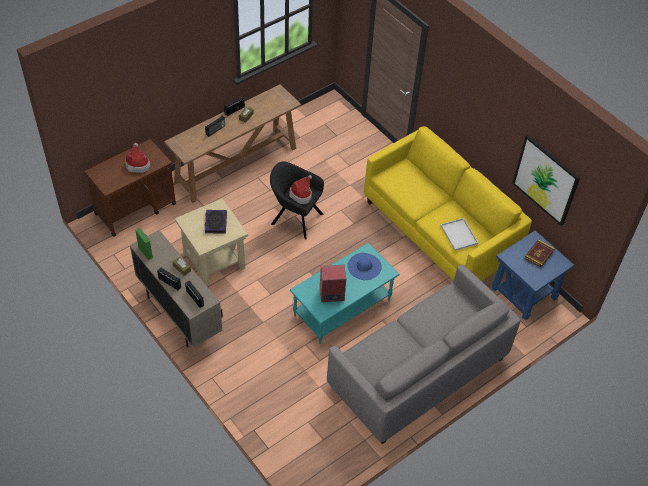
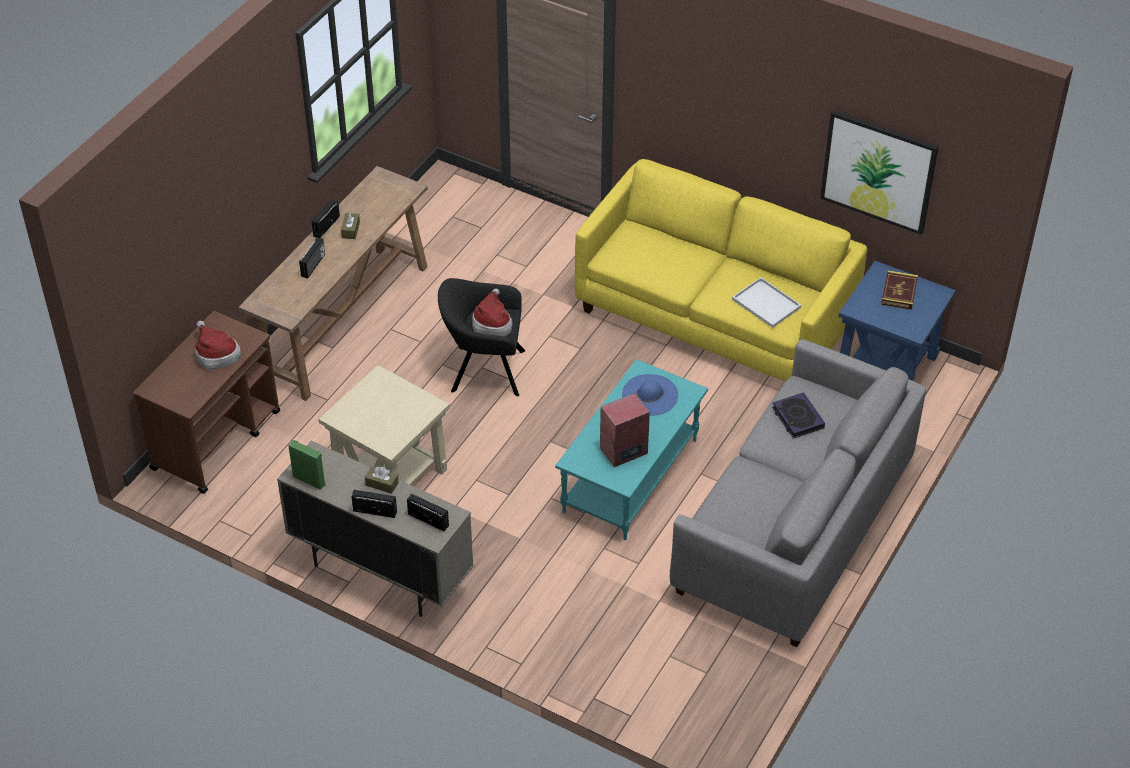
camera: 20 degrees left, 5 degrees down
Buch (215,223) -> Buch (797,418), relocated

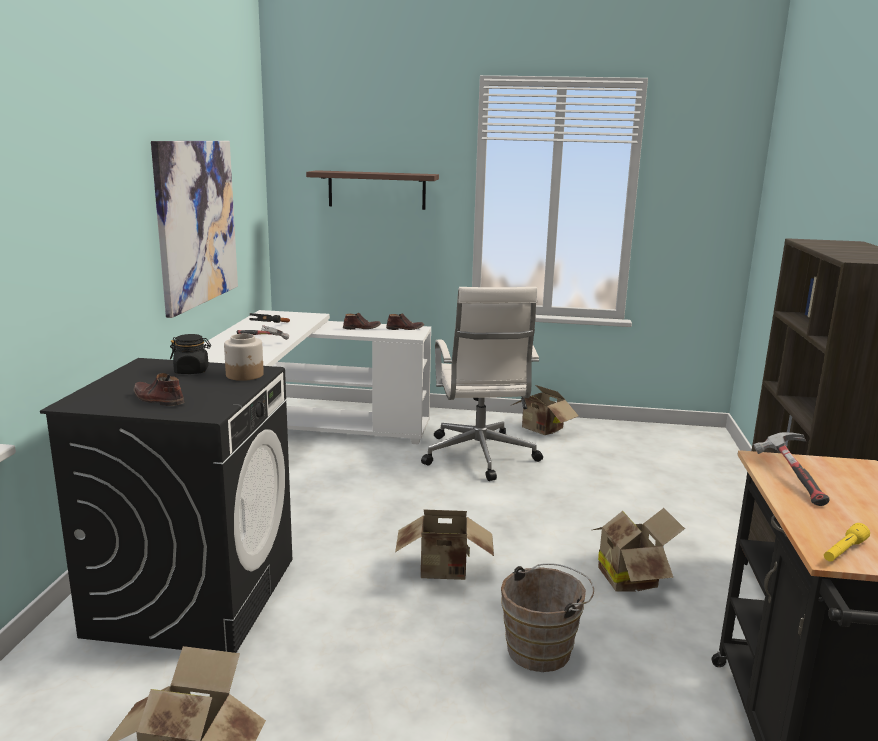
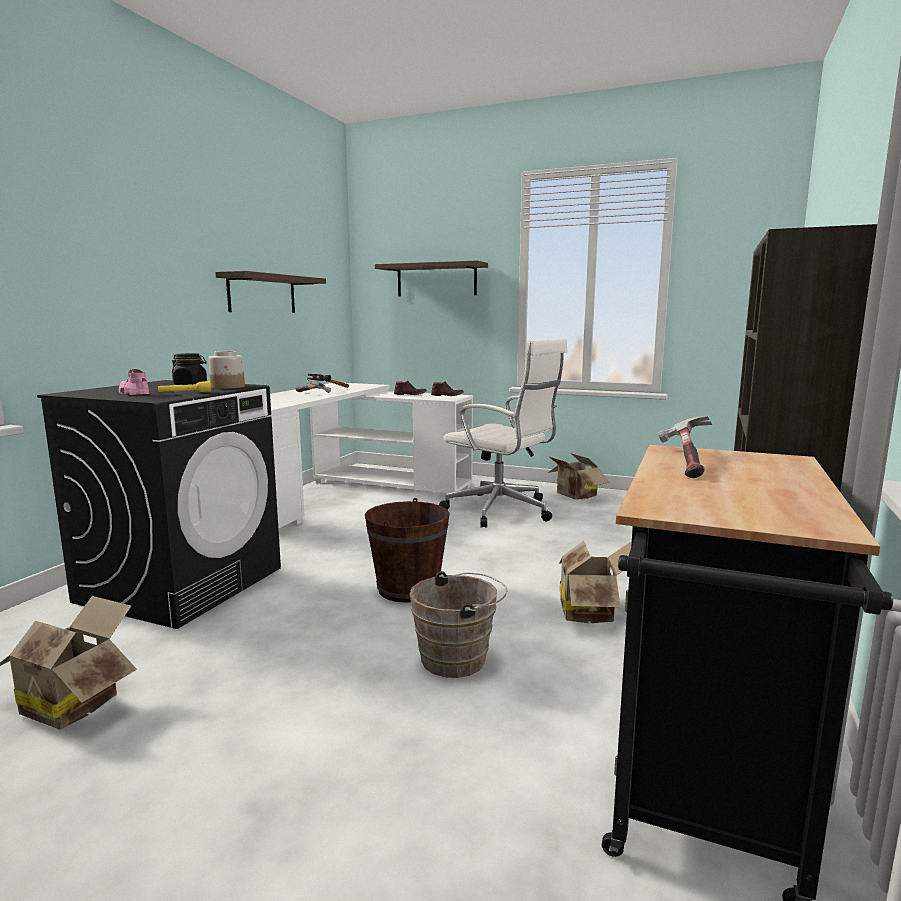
camera: 15 degrees right, 5 degrees down
Schuh [braun] (157,400) -> Schuh [rosa] (133,393)
Taschenlampe [gelb] (843,551) -> Taschenlampe [gelb] (185,393), relocated
Bild (196,223) -> Wandregal (262,294)
Karton (445,571) -> Eimer [braun] (408,589)
Bürostuhl [weiß] (479,457) -> Bürostuhl [weiß] (502,511), 60 degrees counterclockwise

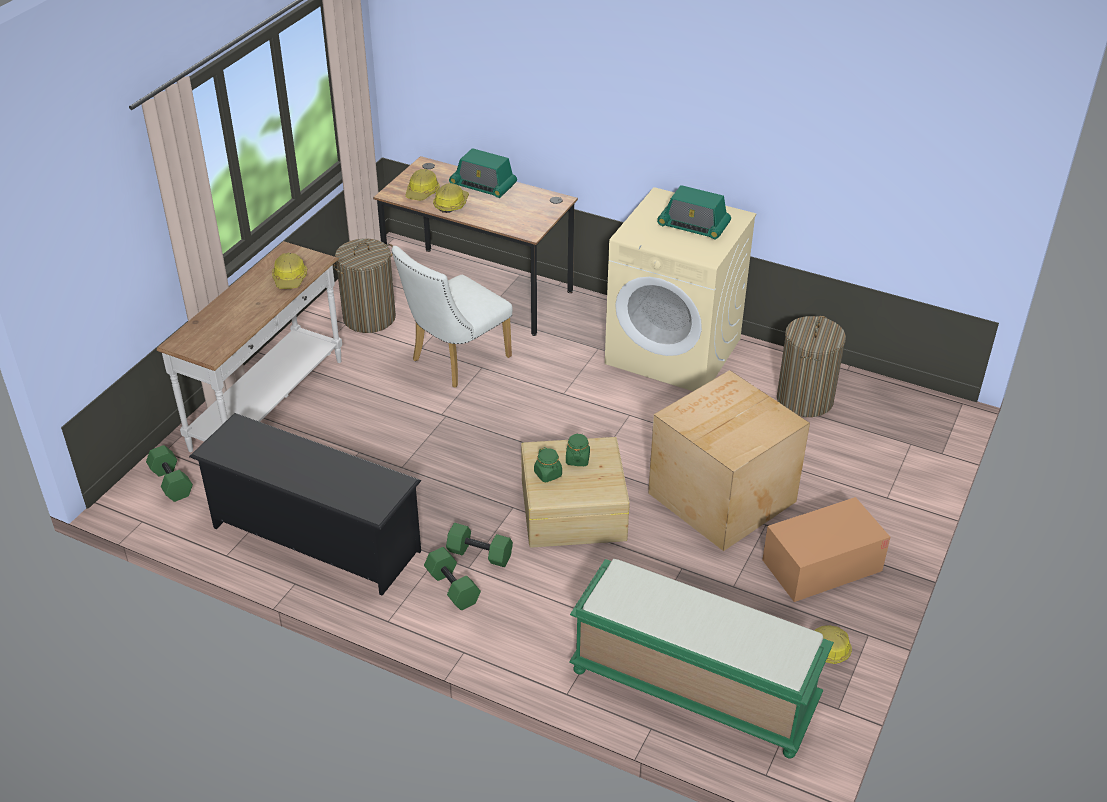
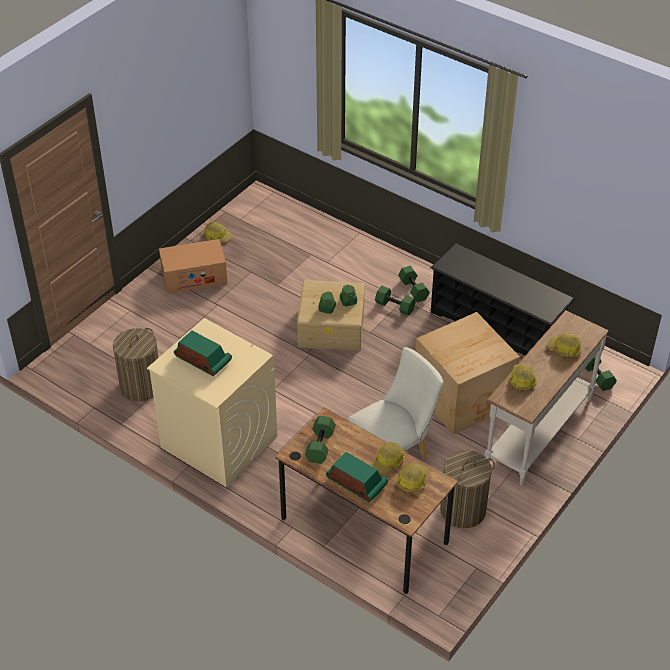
camera: 170 degrees left, 5 degrees up
none -> Hantel [grün] (321,446)
Karton (719,497) -> Karton (464,397), relocated
none -> Schutzhelm (564,349)
Bank [grün] (691,688) -> none

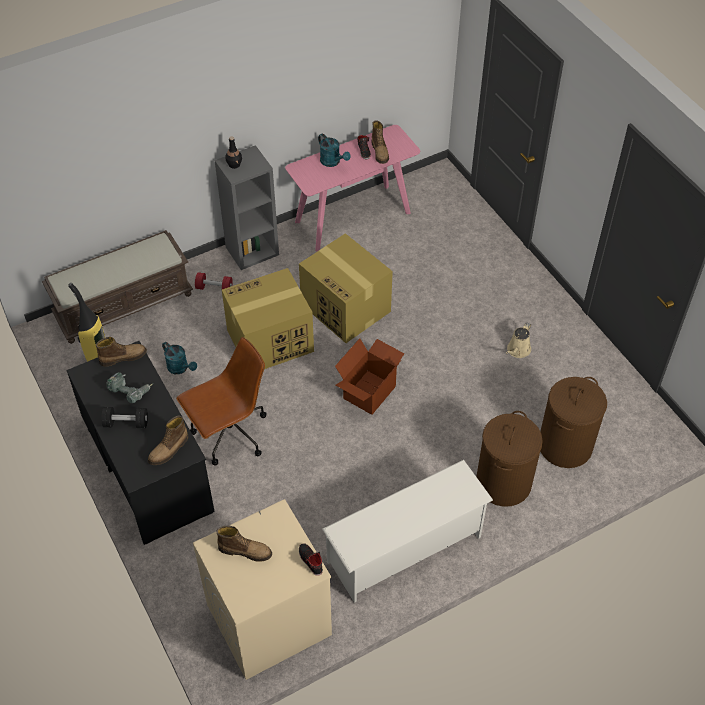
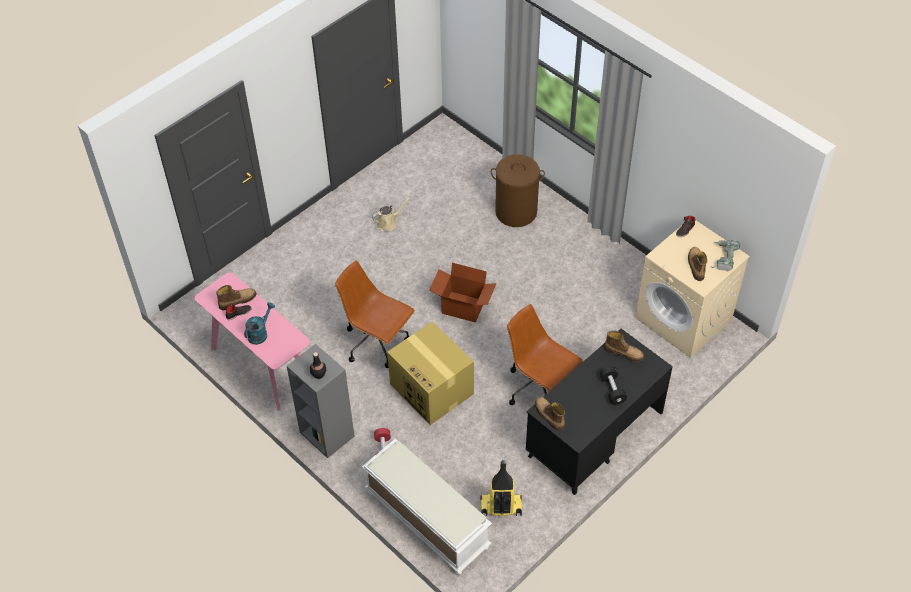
camera: 105 degrees left, 0 degrees up
Karton (346,308) -> Bürostuhl [braun] (377,343)
Bank [braun] (124,304) -> Bank [weiß] (425,519)
Gießkanne [beige] (517,350) -> Gießkanne [beige] (388,223), 45 degrees counterclockwise
Bohrmaschine (130,391) -> Bohrmaschine (723,258), relocated
Gießkanne [türkis] (180,368) -> none
Schuhregal [weiß] (405,549) -> none
Wäschekorb [braun] (565,446) -> none

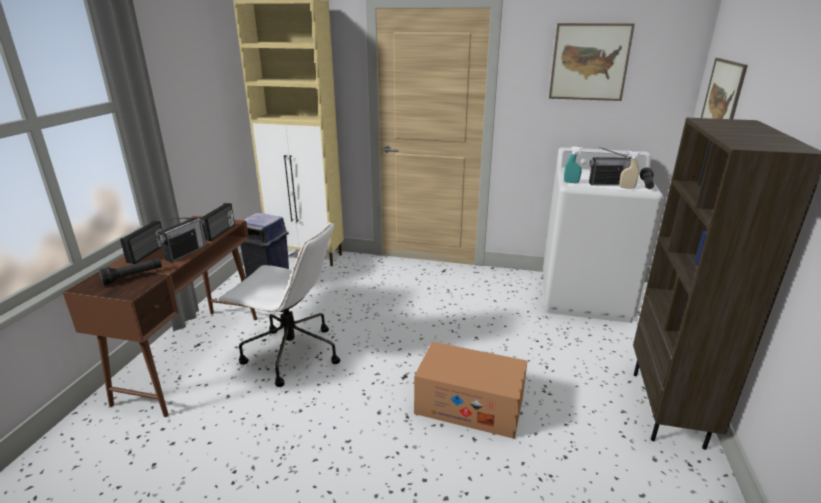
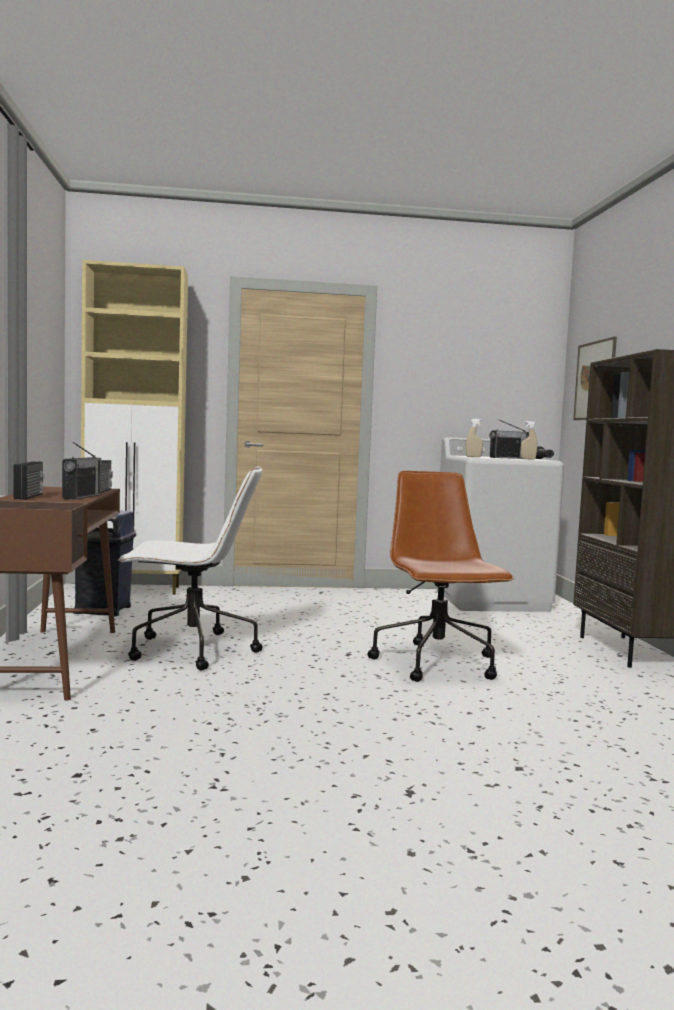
camera: 20 degrees left, 20 degrees down
Karton (469,405) -> Bürostuhl [braun] (438,664)
Sprühflasche [türkis] (571,182) -> Sprühflasche [beige] (473,457)
Taschenlampe [schwarz] (133,276) -> none
Bild (589,62) -> none

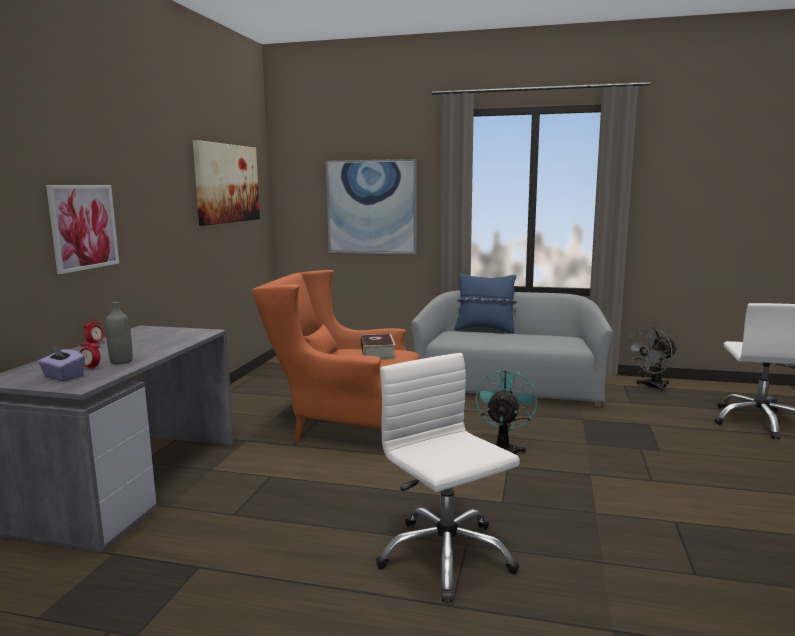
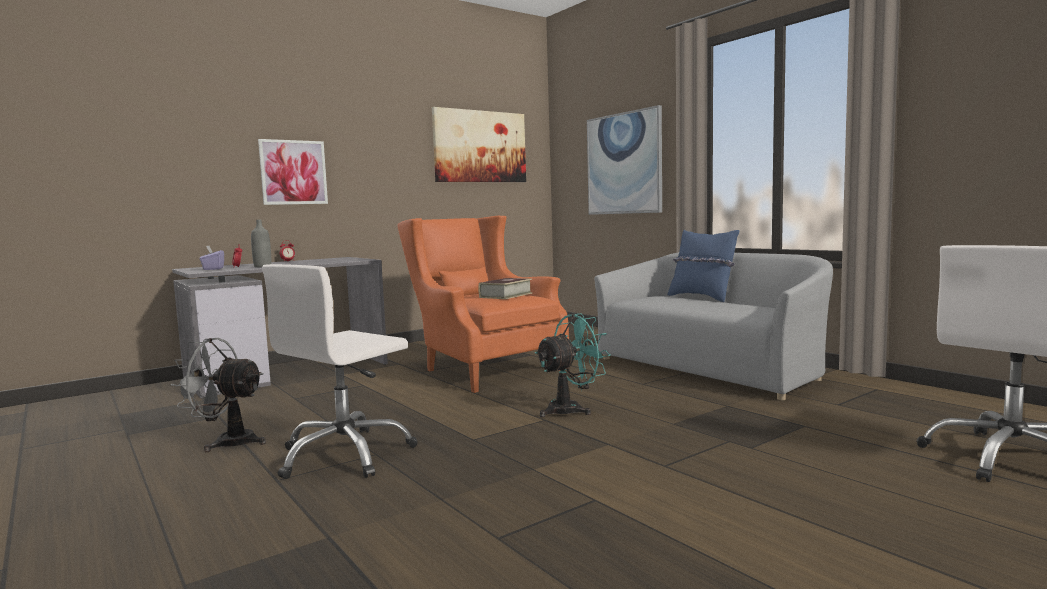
camera: 40 degrees right, 5 degrees down
Ventilator [grau] (651,387) -> Ventilator [grau] (227,442), relocated
Bürostuhl [weiß] (445,556) -> Bürostuhl [weiß] (345,455), 150 degrees counterclockwise

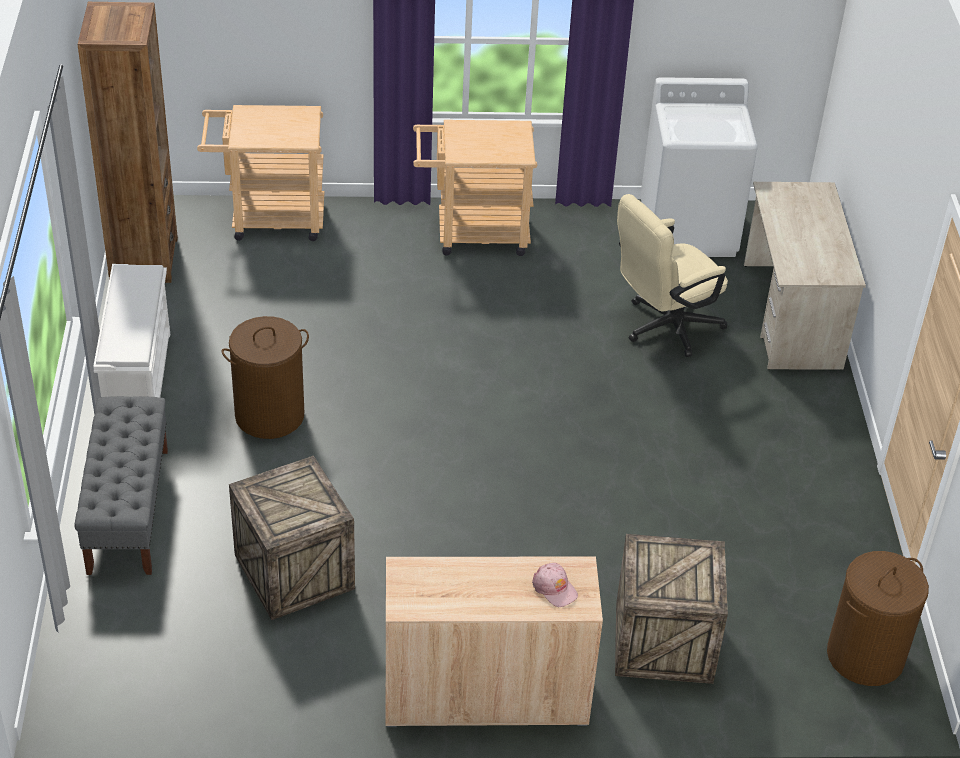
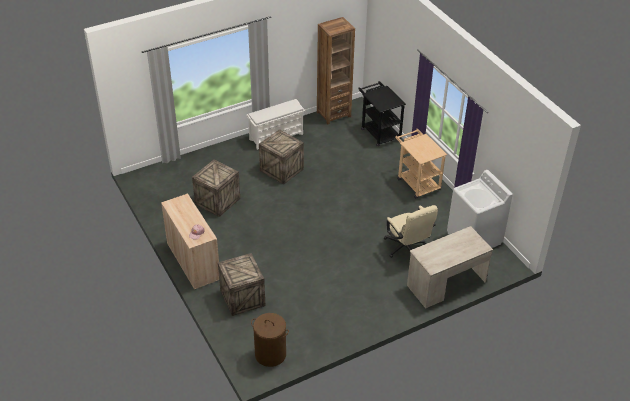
camera: 65 degrees right, 0 degrees up
Wäschekorb [braun] (269,415) -> Kiste (282,170)
Rollwagen [beige] (268,219) -> Rollwagen [schwarz] (378,132)
Bürostuhl [beige] (664,327) -> Bürostuhl [beige] (406,249), 150 degrees counterclockwise
Bank [grau] (128,510) -> none

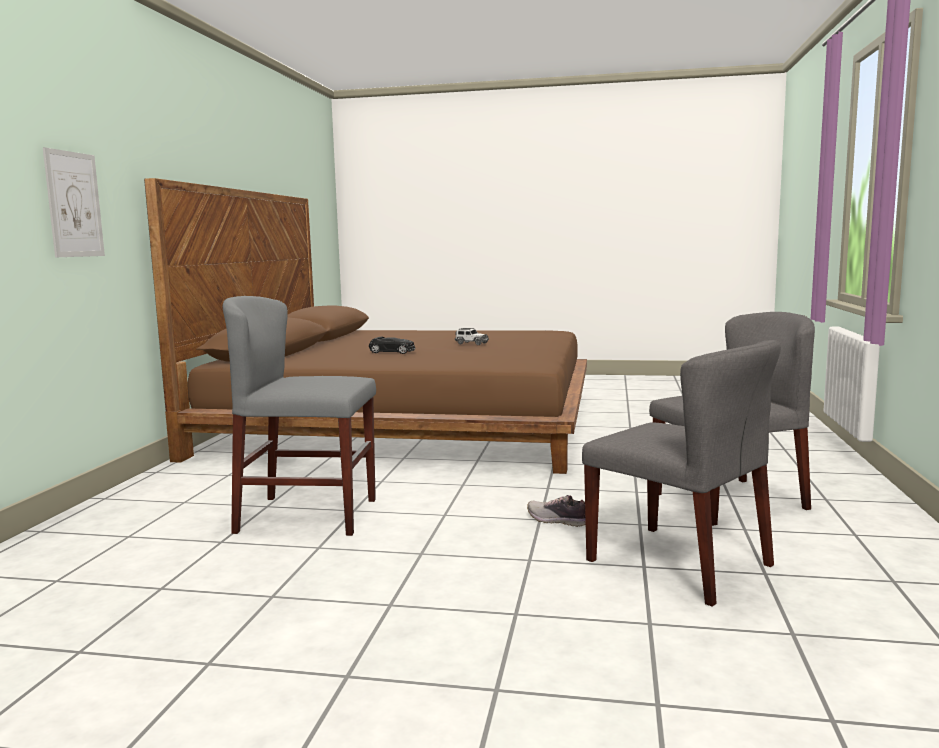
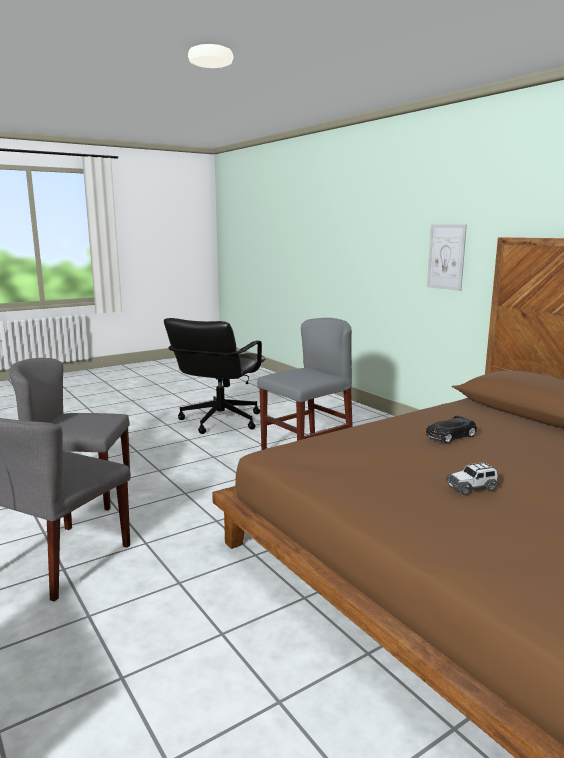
camera: 135 degrees right, 5 degrees up
none -> Bürostuhl [schwarz] (219,421)
Schuh (558,520) -> none

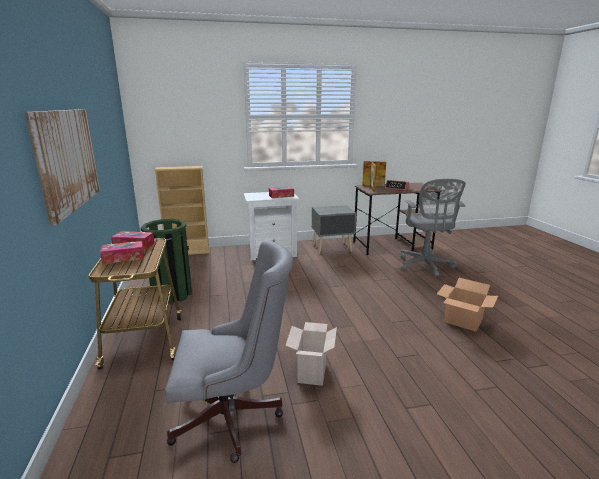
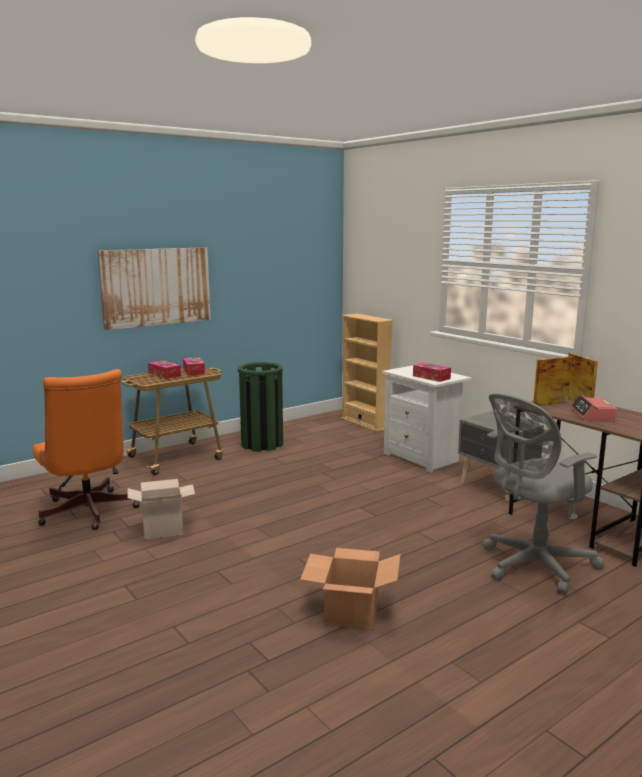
camera: 65 degrees right, 5 degrees down
Bürostuhl [grau] (233,417) -> Bürostuhl [orange] (88,513)

